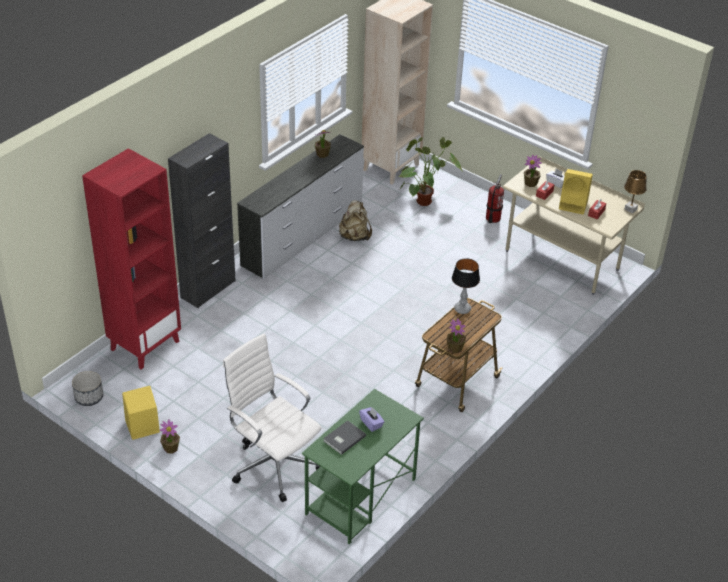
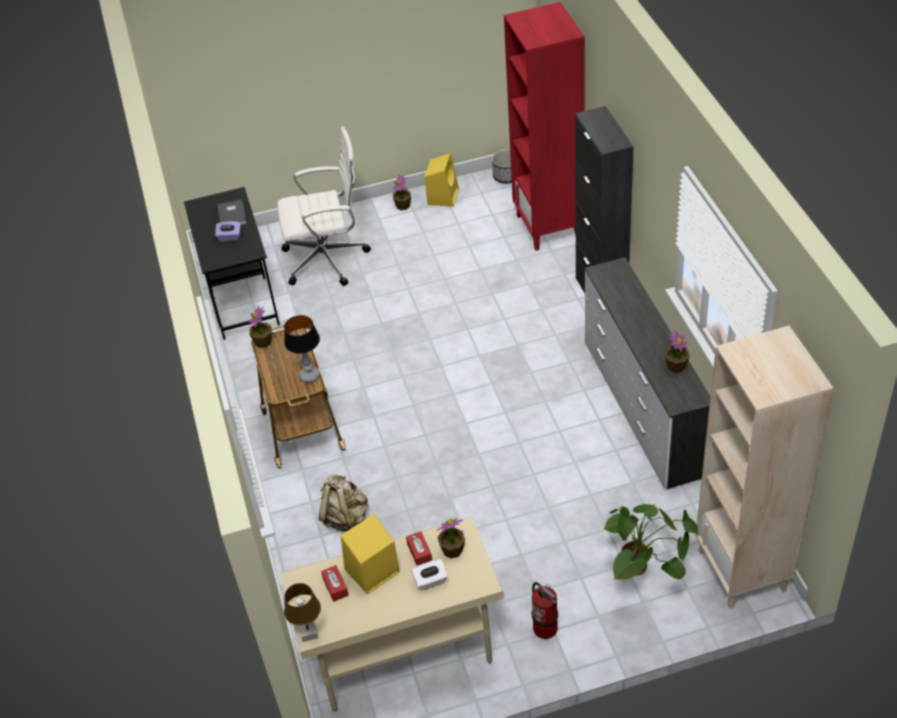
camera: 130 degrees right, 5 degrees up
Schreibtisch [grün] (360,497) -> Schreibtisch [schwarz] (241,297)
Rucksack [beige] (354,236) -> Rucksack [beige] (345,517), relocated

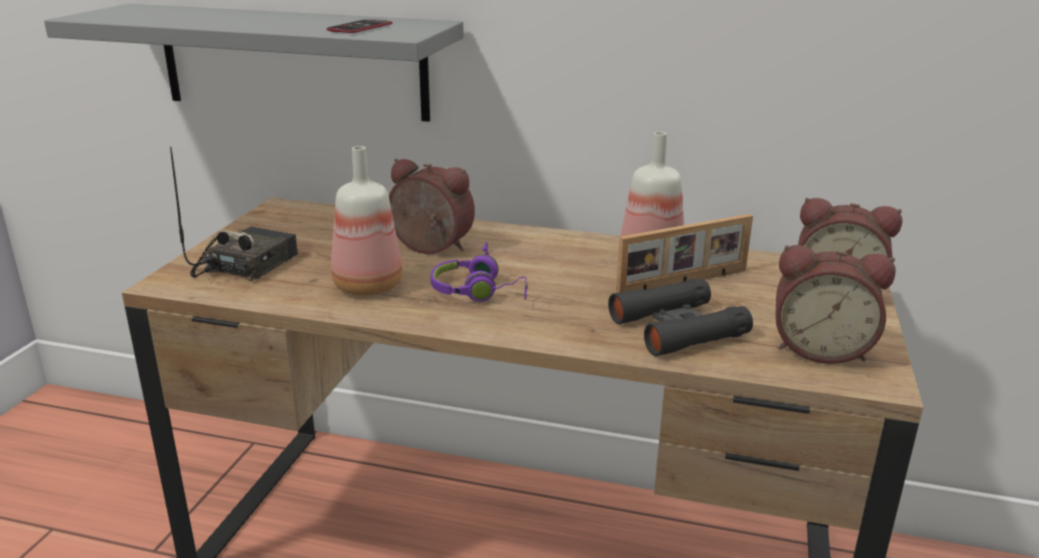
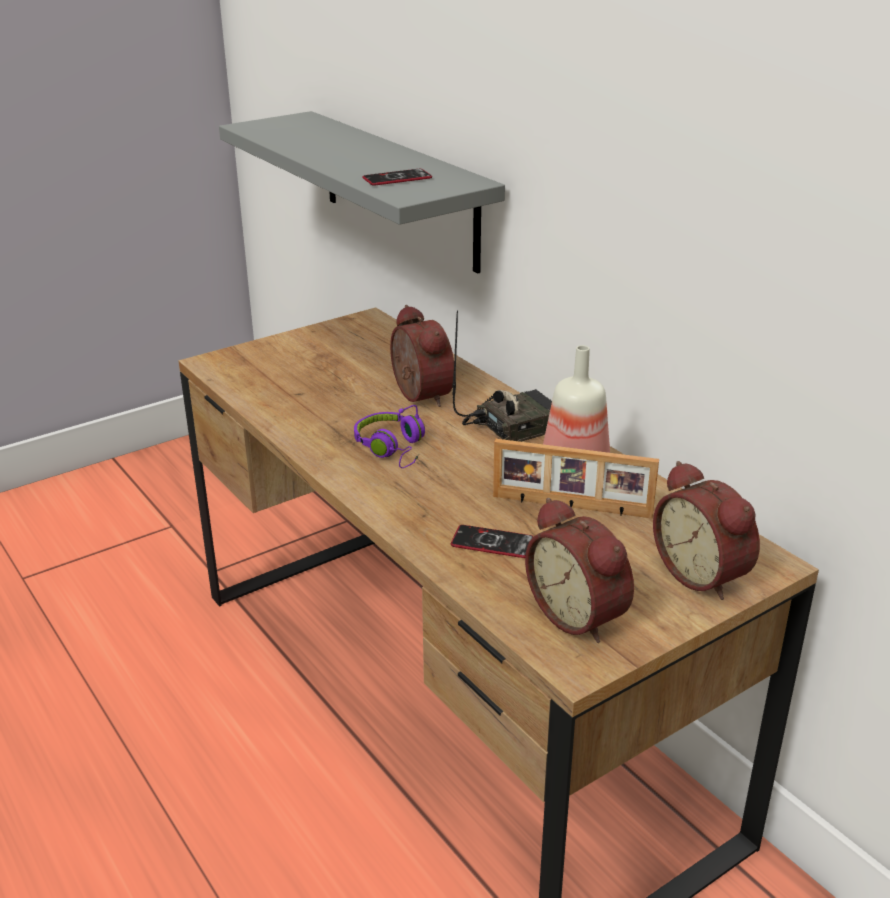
camera: 40 degrees right, 5 degrees up
Fernglas [schwarz] (677,328) -> Handy (492,543)
Radio (245,265) -> Radio (513,426), relocated
Flasche (367,287) -> none

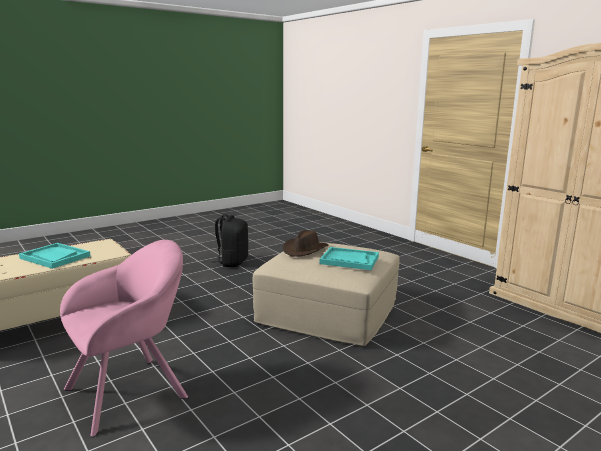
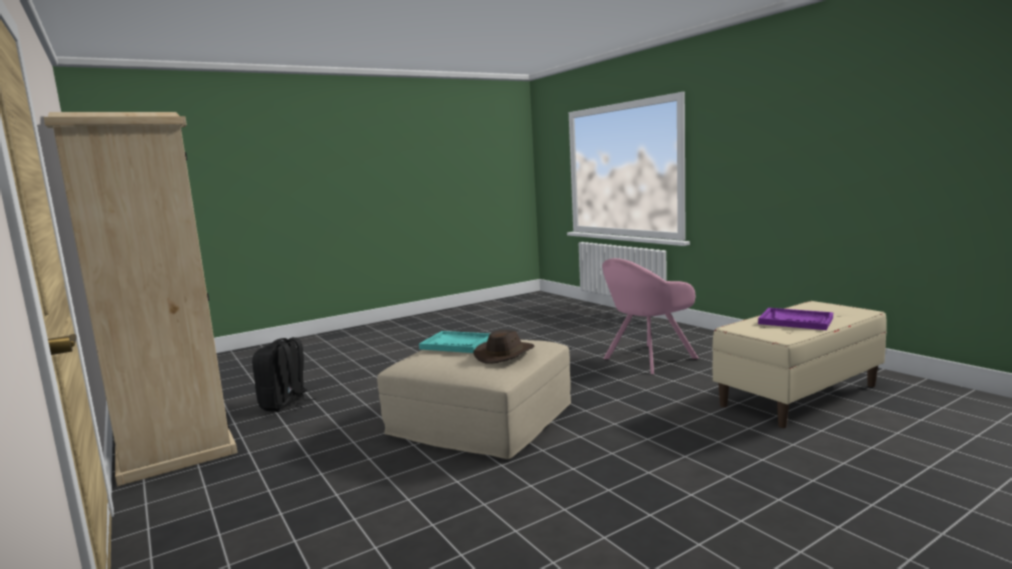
camera: 175 degrees left, 5 degrees down
Rucksack [schwarz] (232,262) -> Rucksack [schwarz] (285,404), relocated
Tablett [türkis] (55,257) -> Tablett [lila] (796,321)

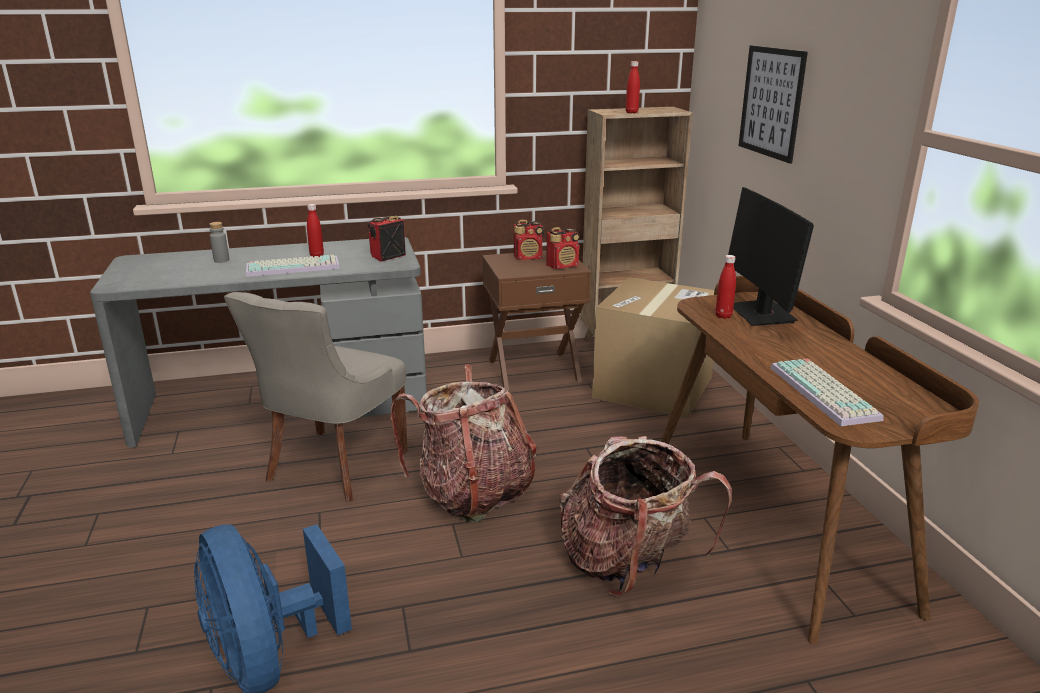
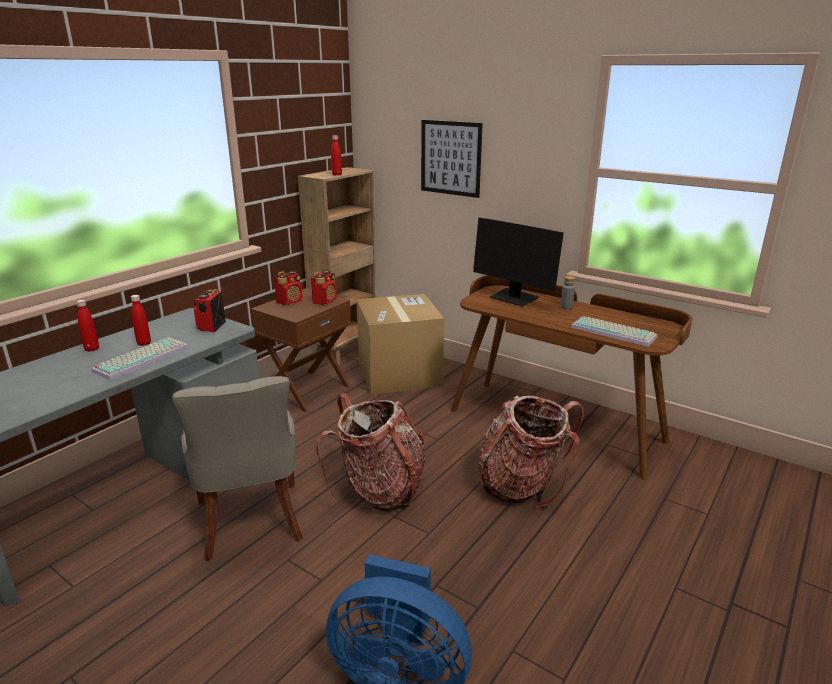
camera: 40 degrees left, 0 degrees up
Flasche [rot] (723,316) -> Flasche [rot] (92,349), relocated
Flasche [grau] (221,260) -> Flasche [grau] (566,307), relocated

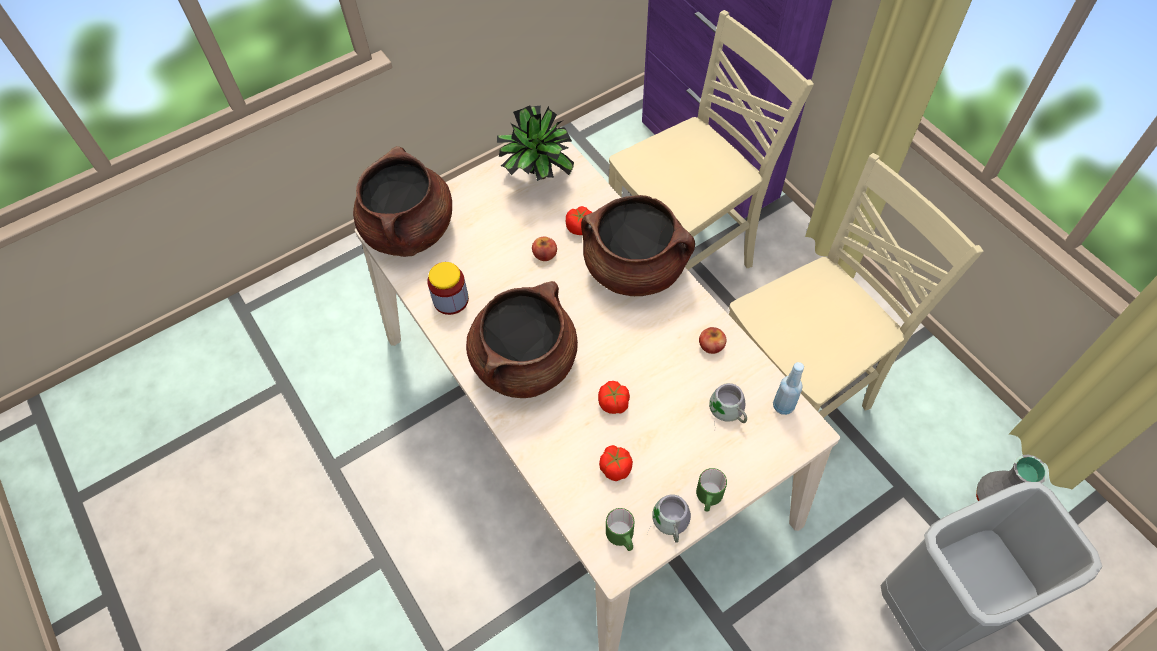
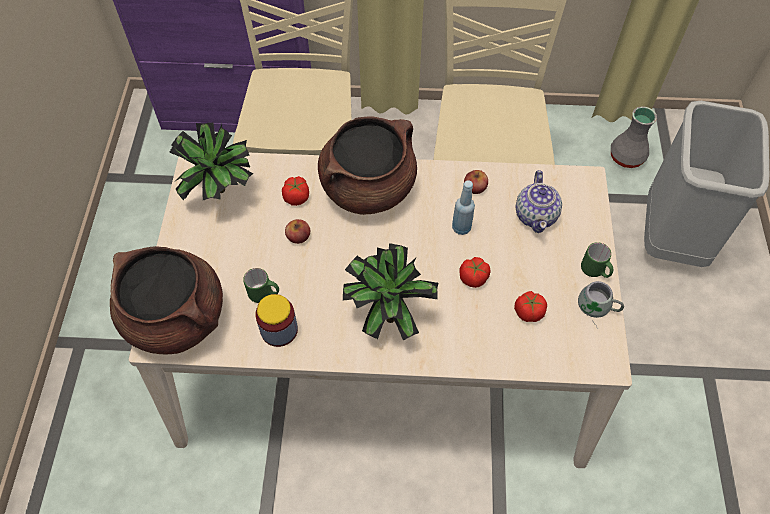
camera: 55 degrees left, 0 degrees up
Henkelbecher [grün] (622,538) -> Henkelbecher [grün] (264,294), relocated
Kochtopf [braun] (525,362) -> Topfpflanze (387,313)
Flasche [blau] (783,406) -> Flasche [blau] (461,227), relocated
Henkelbecher [grau] (726,412) -> Teekanne (536,215)

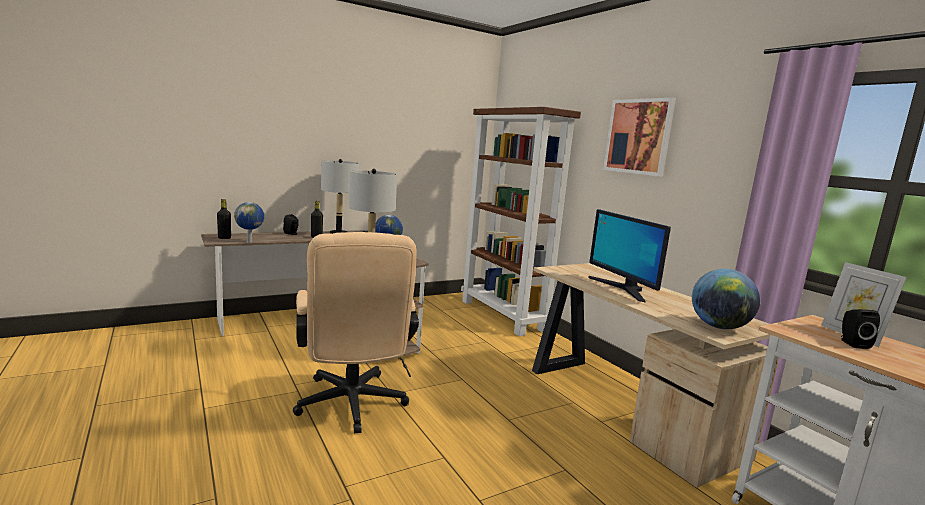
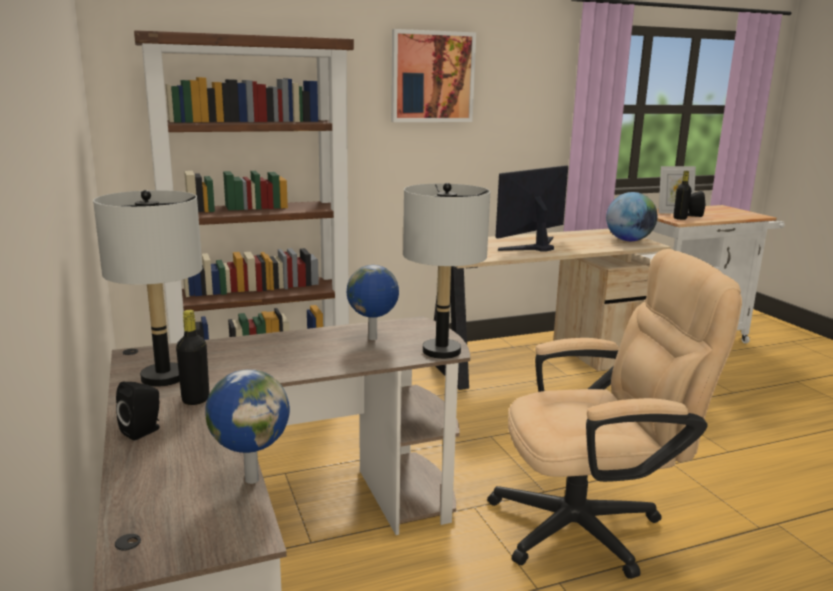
camera: 80 degrees left, 5 degrees up
Monitor (622,289) -> Monitor (534,246), 150 degrees clockwise
Flasche [schwarz] (224,238) -> Flasche [schwarz] (680,218), relocated

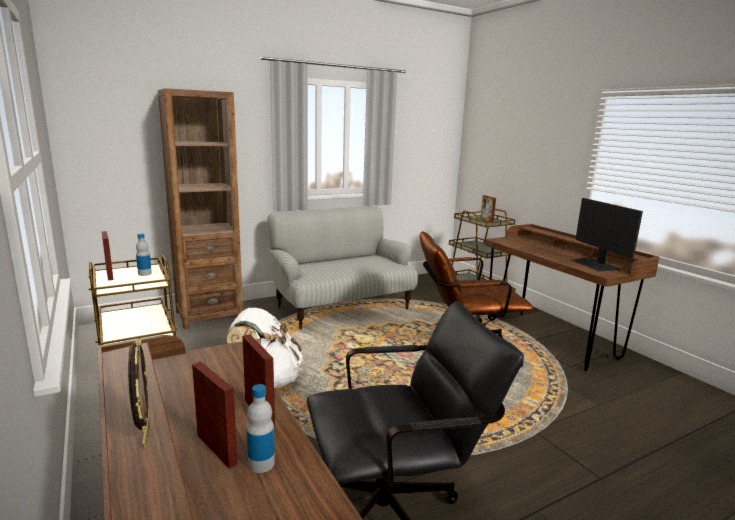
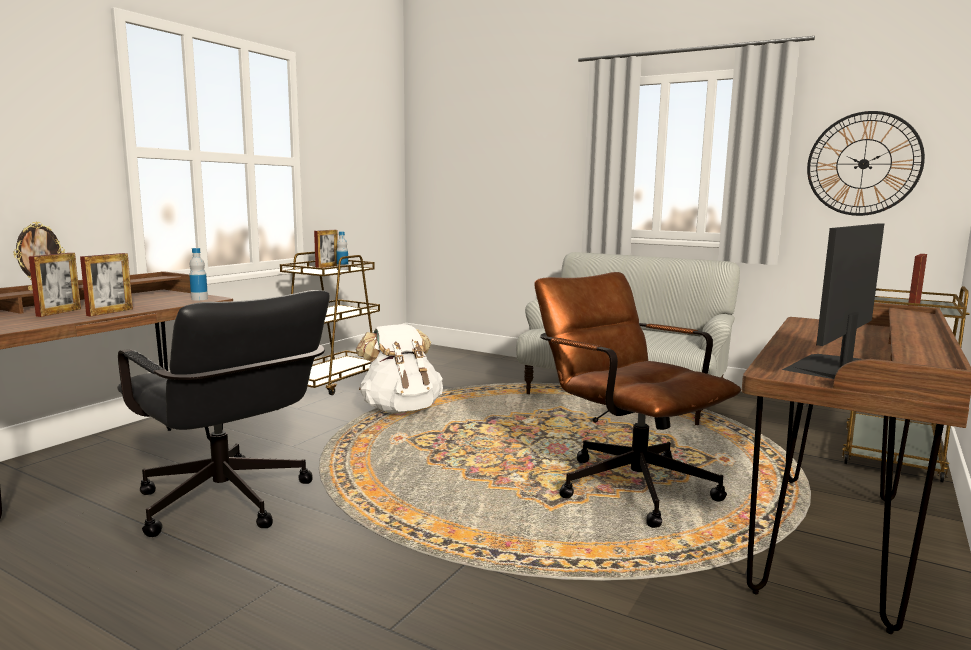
camera: 60 degrees right, 5 degrees down
Flasche (261,463) -> Flasche (199,299), relocated
none -> Wanduhr (863,164)
Bücherregal [braun] (209,315) -> none

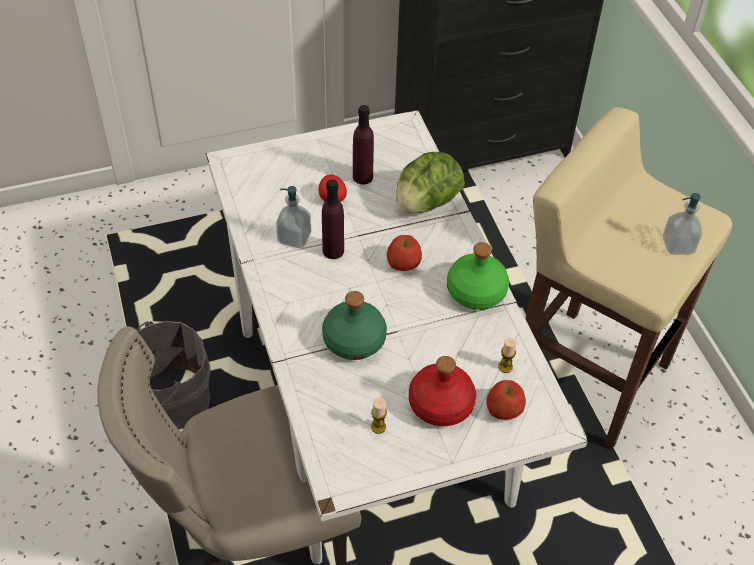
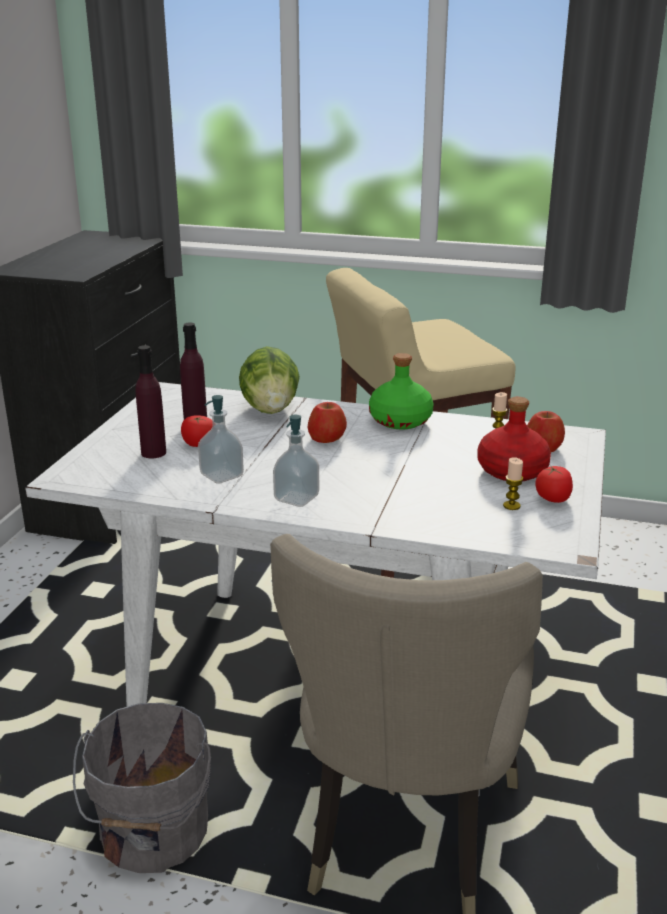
camera: 55 degrees left, 25 degrees down
Flasche [lila] (333,251) -> Flasche [lila] (153,453), relocated
Seifenspender (678,245) -> Seifenspender (296,498), relocated
none -> Tomate (553,499)
Flasche [grün] (355,340) -> none

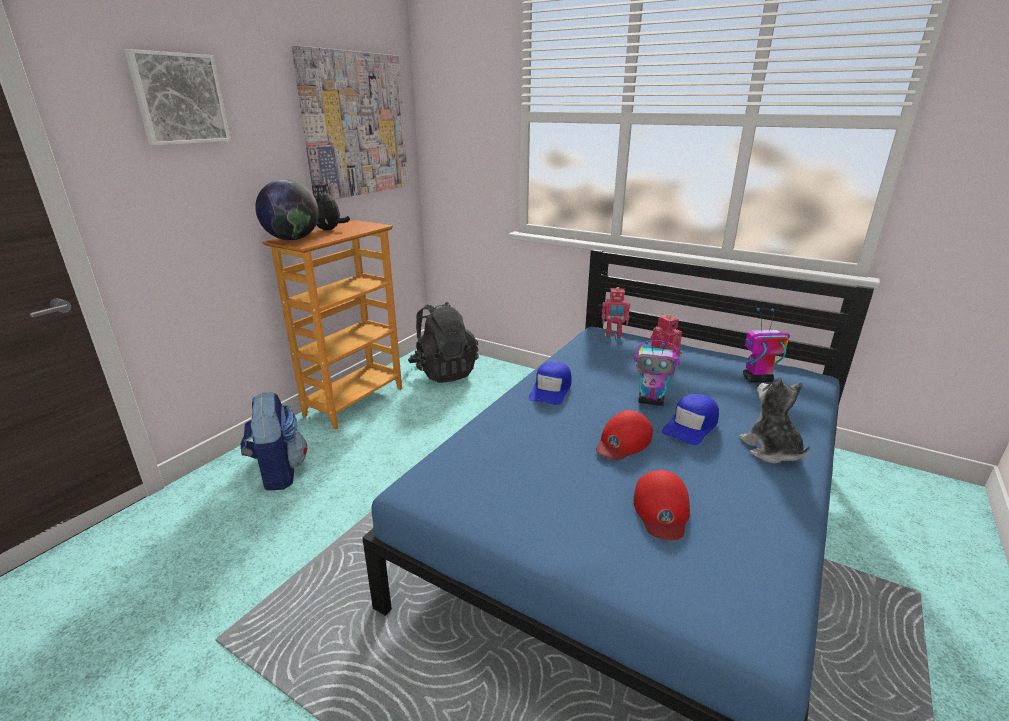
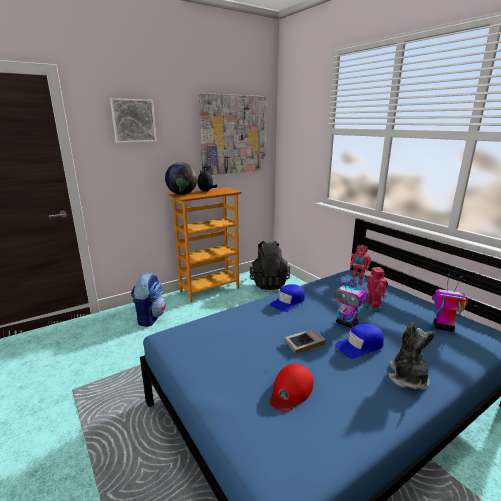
camera: 25 degrees right, 5 degrees down
Kappe [rot] (623,441) -> Buch (304,343)

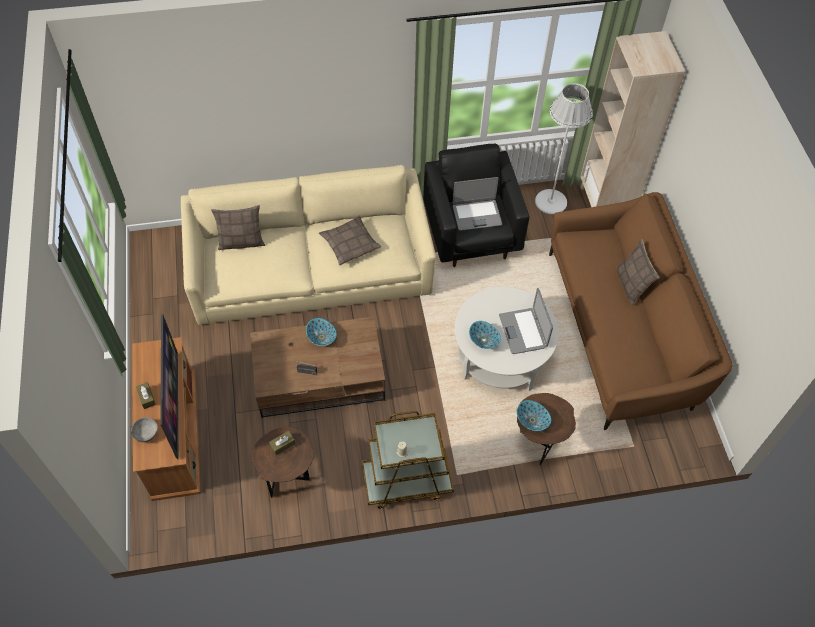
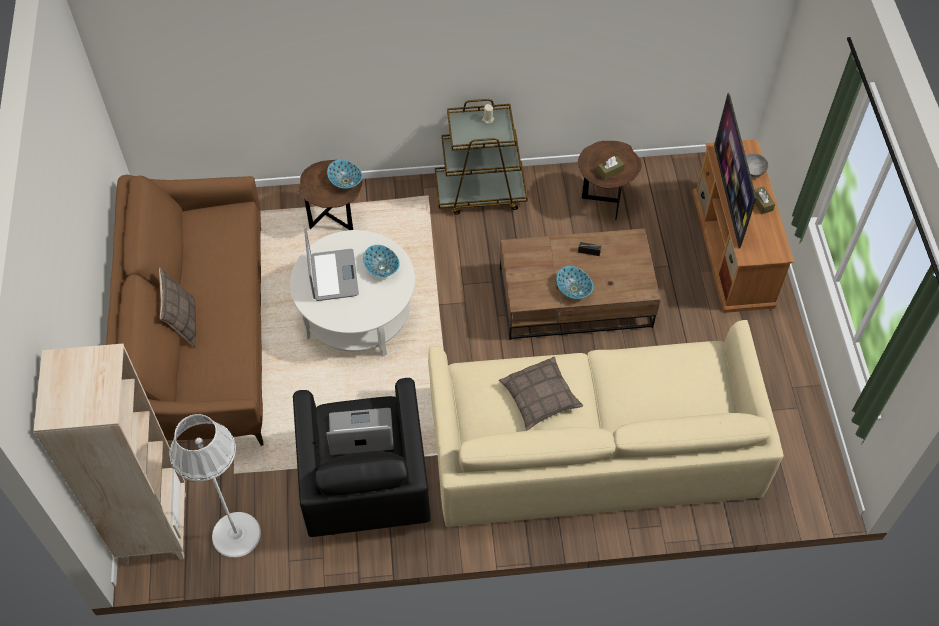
camera: 175 degrees left, 0 degrees up
Kissen (241,242) -> none

